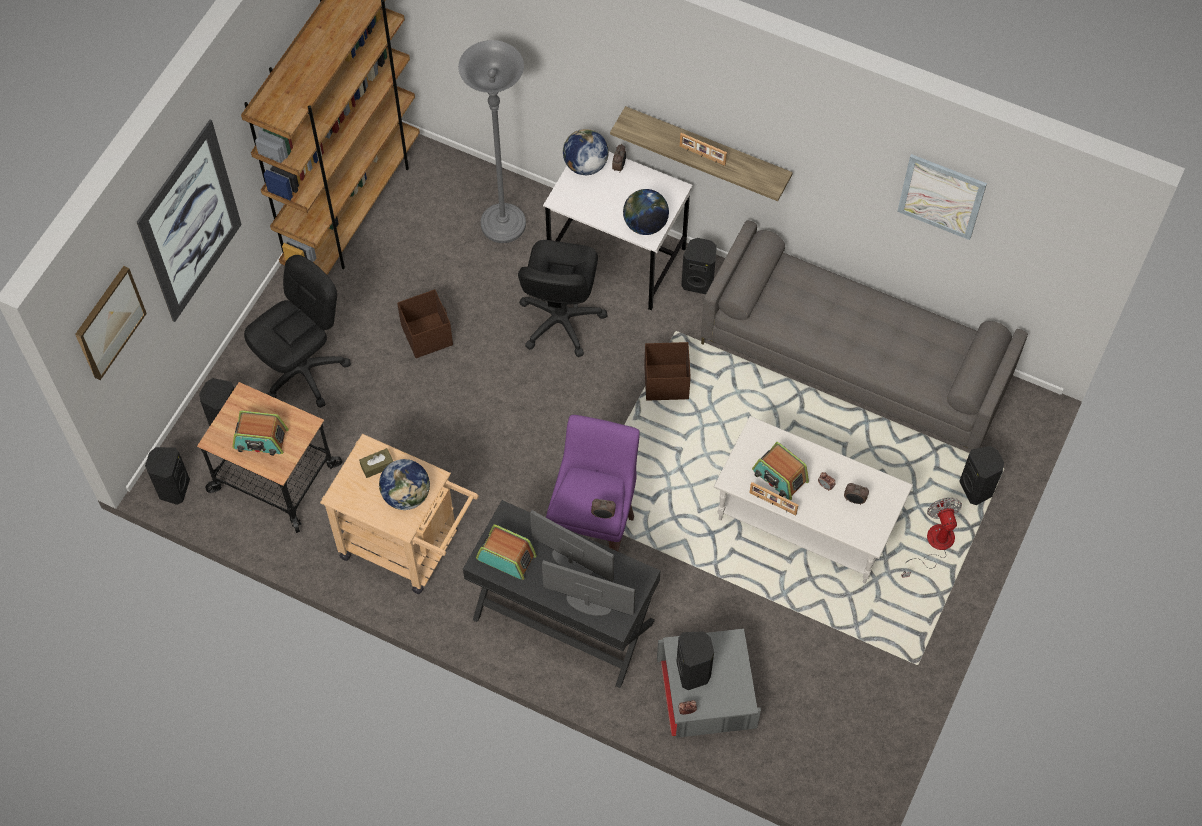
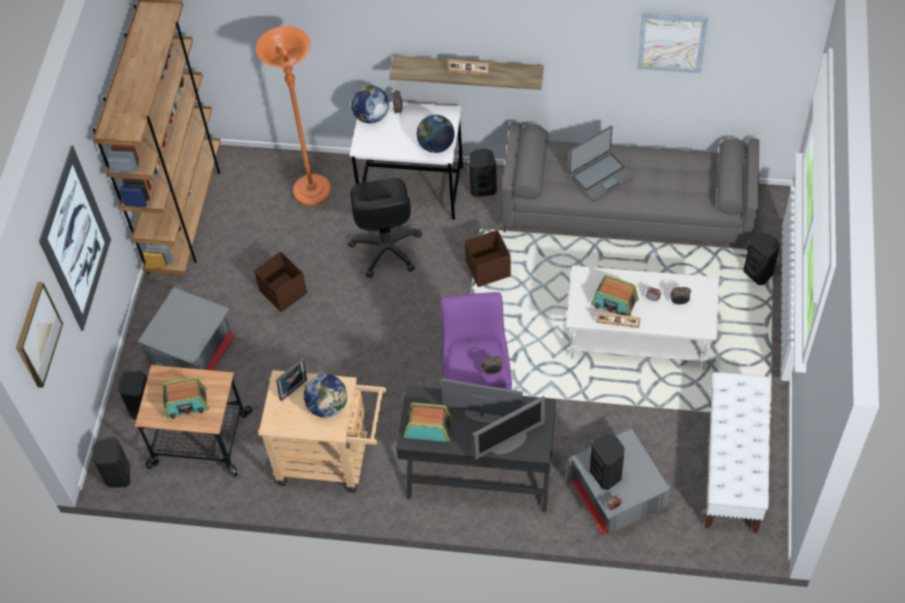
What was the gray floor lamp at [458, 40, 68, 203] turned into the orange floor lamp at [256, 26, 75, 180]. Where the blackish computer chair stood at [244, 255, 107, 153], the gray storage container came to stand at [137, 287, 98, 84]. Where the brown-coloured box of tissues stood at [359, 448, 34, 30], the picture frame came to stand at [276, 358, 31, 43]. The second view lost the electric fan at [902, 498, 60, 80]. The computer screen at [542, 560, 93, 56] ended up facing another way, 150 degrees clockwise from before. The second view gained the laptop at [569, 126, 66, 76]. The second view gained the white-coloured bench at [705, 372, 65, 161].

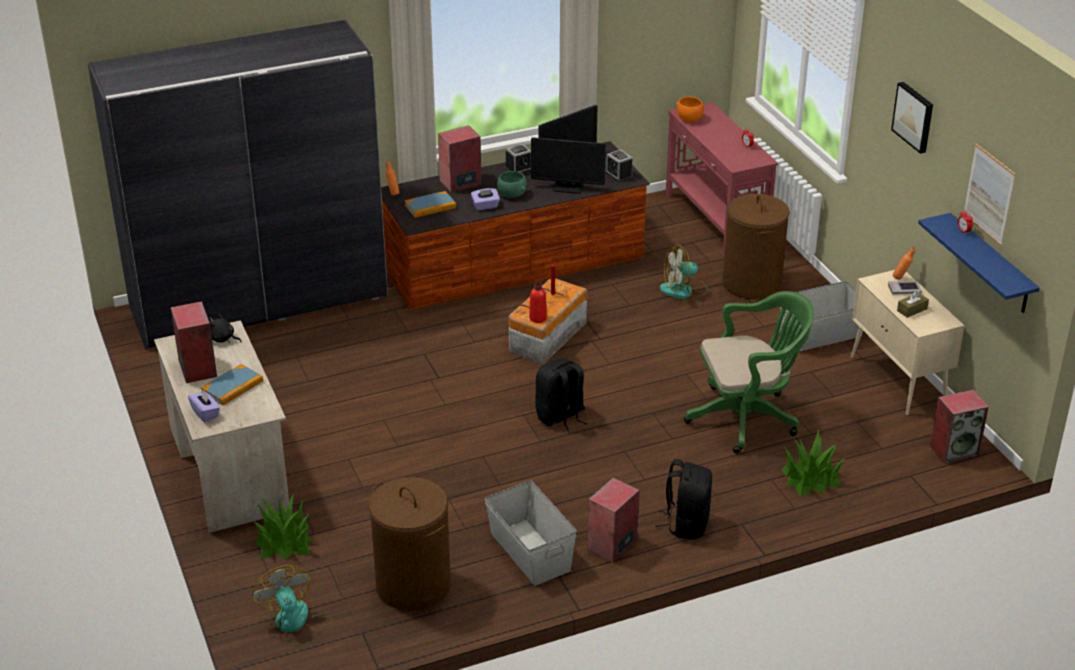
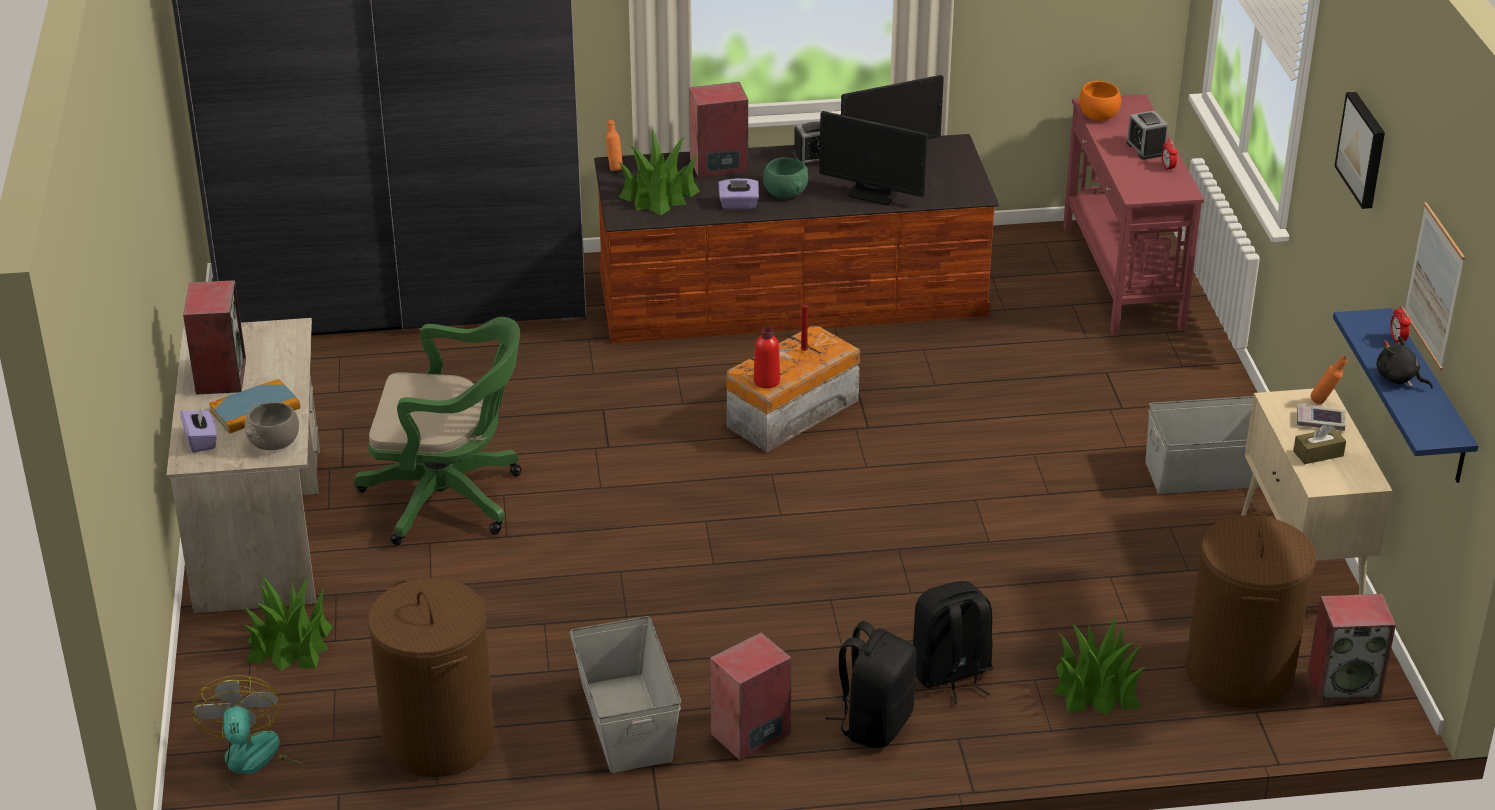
The bedside clock ended up elsewhere, having gone from [605, 149, 28, 33] to [1126, 111, 42, 49]. Where the bound book stood at [405, 191, 51, 27], the plant in a pot came to stand at [619, 128, 81, 87]. The brown-coloured hamper ended up elsewhere, having gone from [722, 193, 68, 106] to [1185, 512, 131, 196]. The second view lost the electric fan at [660, 245, 48, 54]. The green computer chair ended up elsewhere, having gone from [684, 291, 130, 163] to [354, 317, 168, 228]. The blackish plush toy ended up elsewhere, having gone from [209, 313, 33, 30] to [1376, 336, 57, 53]. The blackish rucksack ended up elsewhere, having gone from [535, 358, 52, 75] to [913, 581, 80, 123]. The second view gained the gray serving bowl at [245, 402, 54, 48].

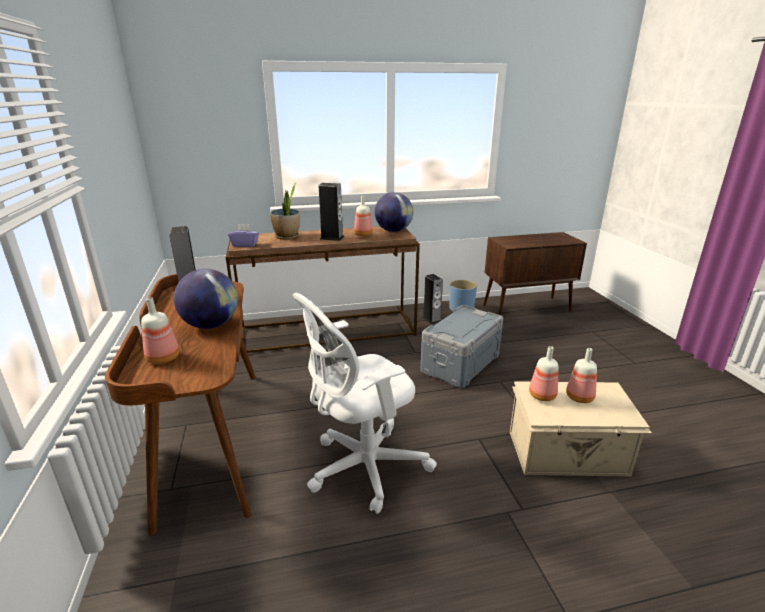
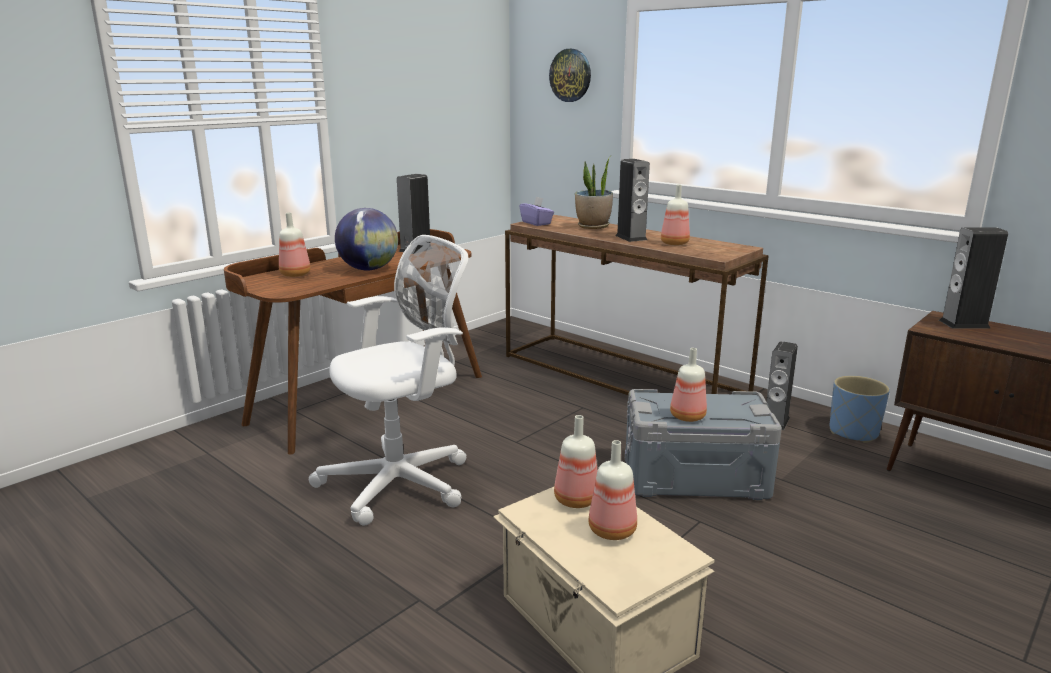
The second view lost the globe at [375, 192, 38, 40]. The white-coloured computer chair at [292, 293, 145, 221] ended up facing another way, 120 degrees clockwise from before. The second view gained the hanging clock at [549, 49, 42, 53]. The second view gained the audio speaker at [939, 227, 69, 102]. The second view gained the bottle at [670, 348, 37, 74].

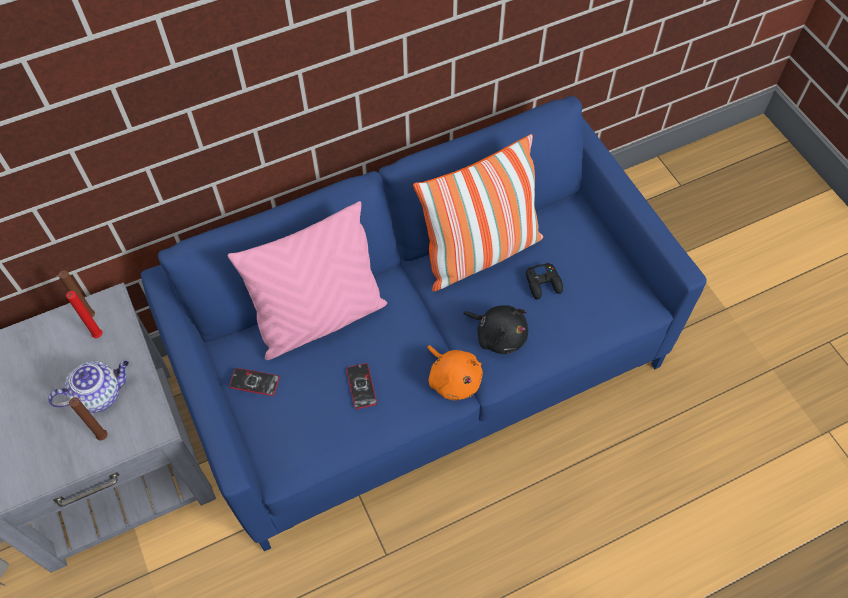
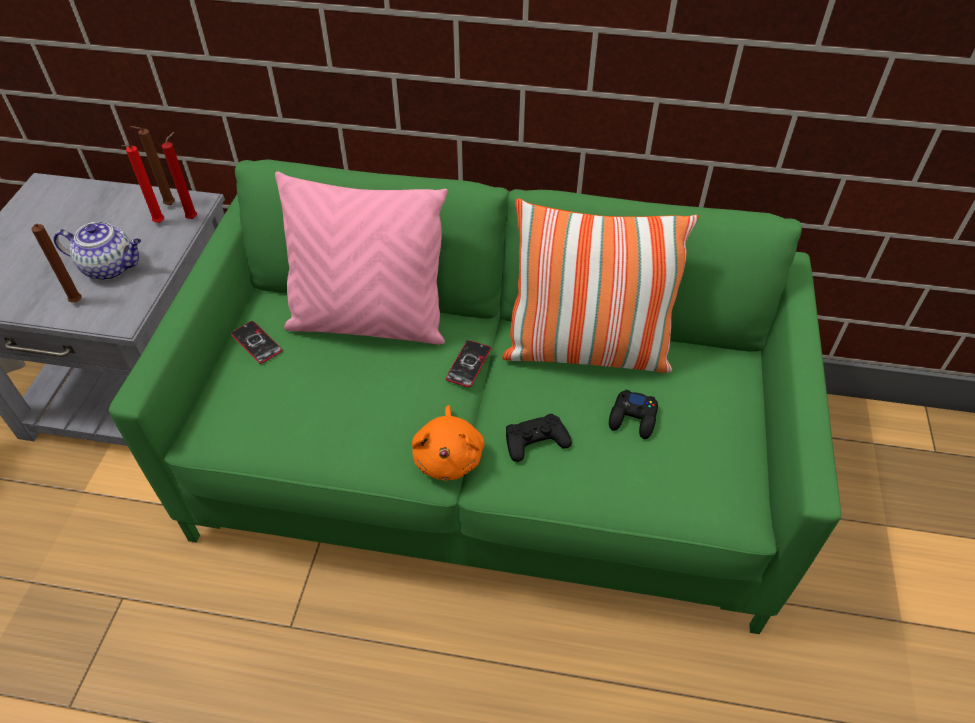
What was the blue settee at [141, 96, 566, 455] turned into the green settee at [109, 159, 732, 475]. Where the blackish plush toy stood at [463, 305, 65, 49], the blackish gamepad came to stand at [506, 414, 66, 48]. The phone ended up elsewhere, having gone from [346, 363, 31, 46] to [446, 340, 45, 47]. The second view gained the red-coloured wax light at [162, 132, 35, 87].

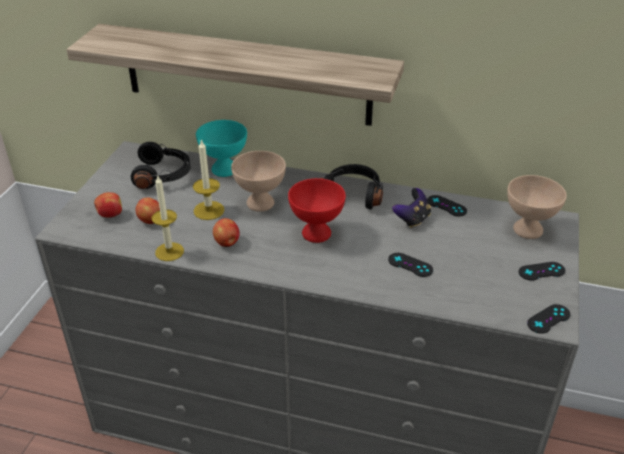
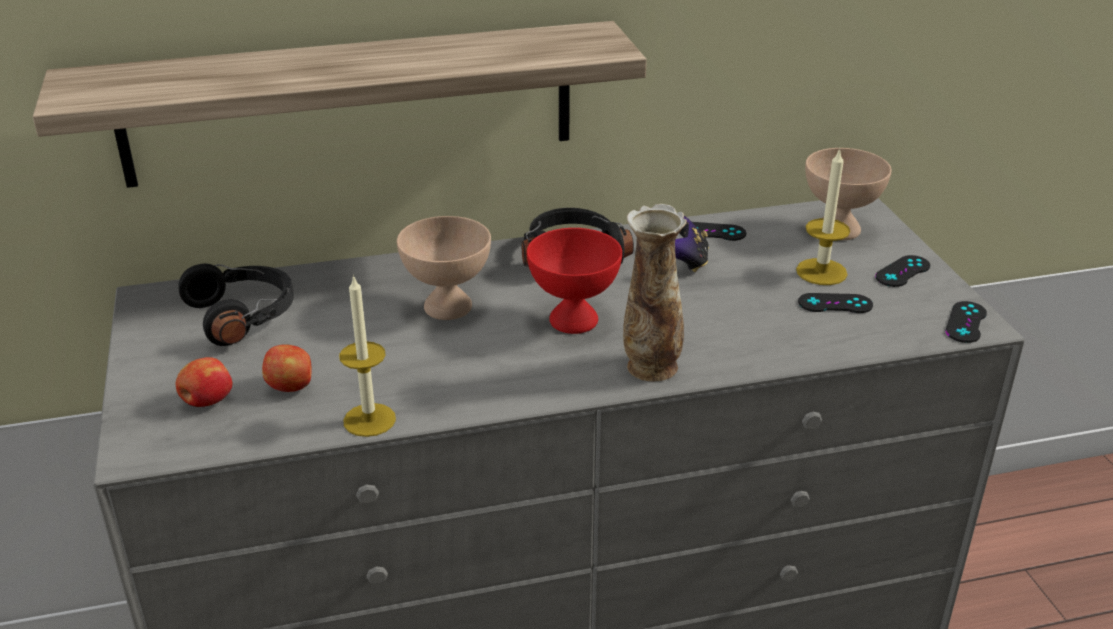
The second view lost the blue-green serving bowl at [196, 120, 51, 57]. The wax light ended up elsewhere, having gone from [193, 139, 32, 81] to [796, 148, 54, 137]. The second view lost the apple at [213, 218, 27, 29]. The blackish gamepad ended up elsewhere, having gone from [388, 253, 45, 24] to [798, 293, 75, 20]. The second view gained the vase at [623, 204, 64, 178].

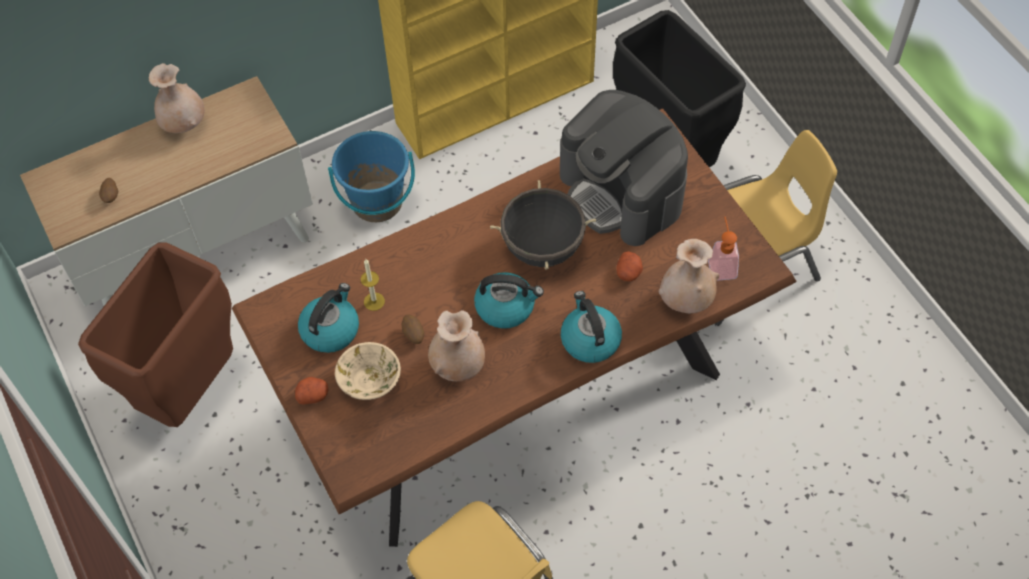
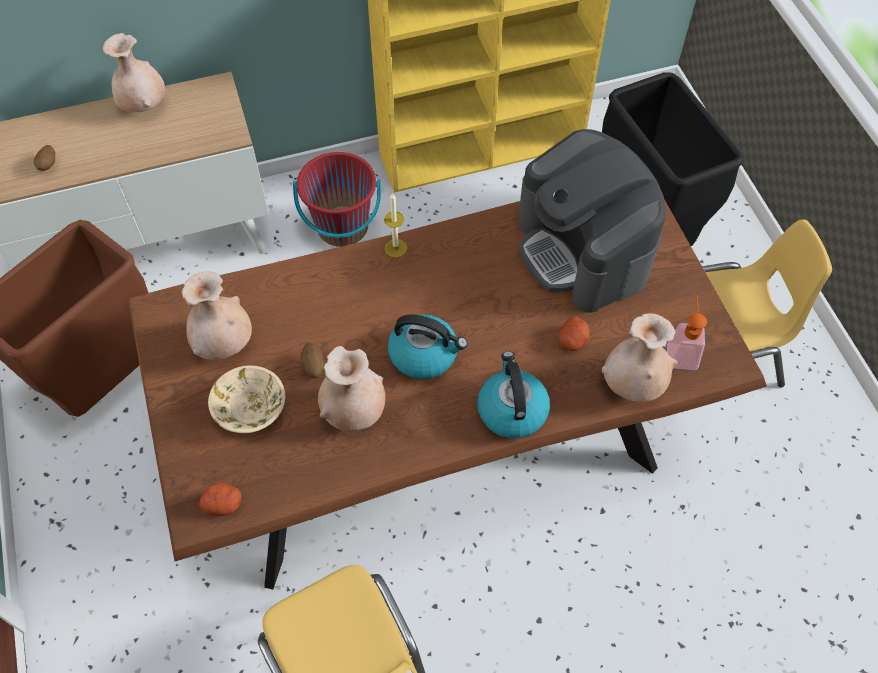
What was the blue bucket at [328, 131, 87, 91] turned into the red-coloured bucket at [293, 152, 88, 95]. The second view lost the blackish cooking pot at [490, 180, 106, 90]. The wax light ended up elsewhere, having gone from [361, 259, 24, 52] to [384, 193, 23, 65]. Where the tea kettle stood at [298, 283, 61, 70], the beige vase came to stand at [182, 271, 70, 89]. The potato ended up elsewhere, having gone from [295, 377, 33, 28] to [199, 482, 42, 34].

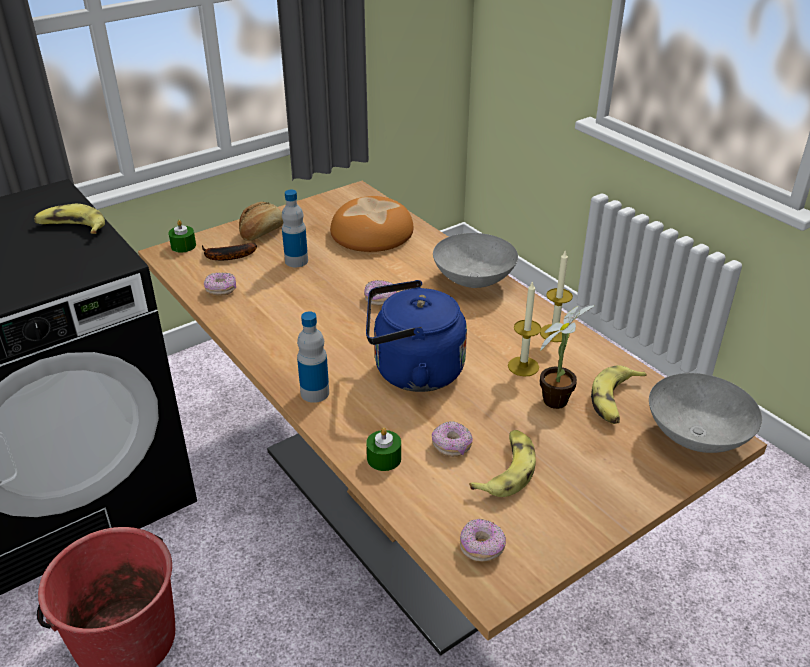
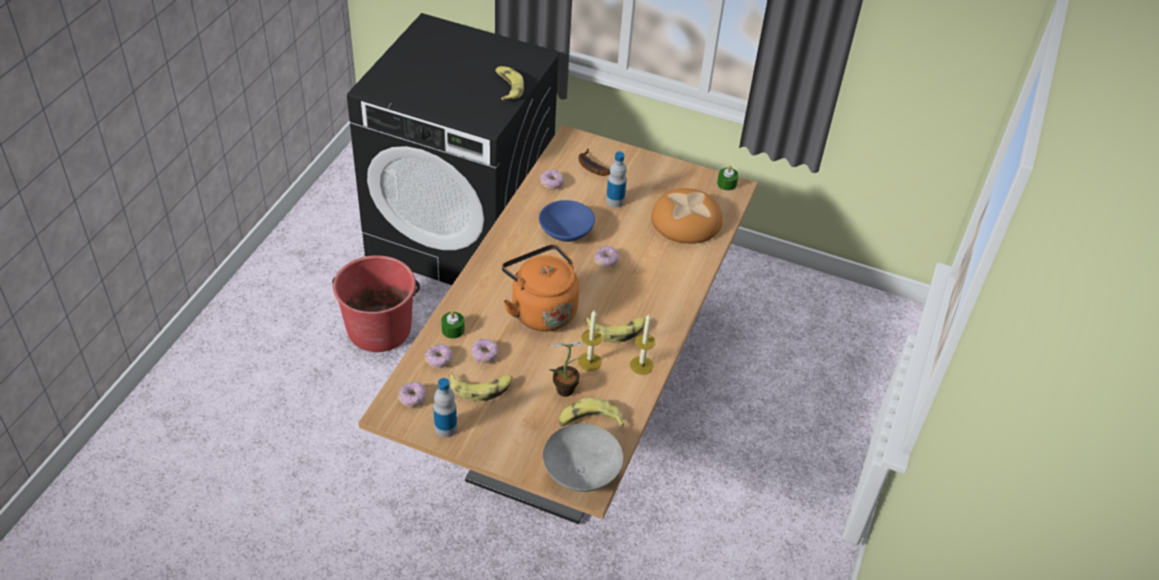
The second view lost the baked bread at [239, 202, 44, 39]. The green wax light ended up elsewhere, having gone from [168, 220, 28, 33] to [717, 166, 22, 25]. The second view lost the gray serving bowl at [433, 233, 85, 55]. What was the blue tea kettle at [366, 280, 101, 112] turned into the orange tea kettle at [502, 244, 77, 87]. The bottle ended up elsewhere, having gone from [297, 311, 32, 92] to [433, 378, 24, 60]. The second view gained the blue serving bowl at [539, 200, 56, 42]. The second view gained the banana fruit at [585, 317, 60, 25]. The second view gained the donut at [425, 344, 28, 24].

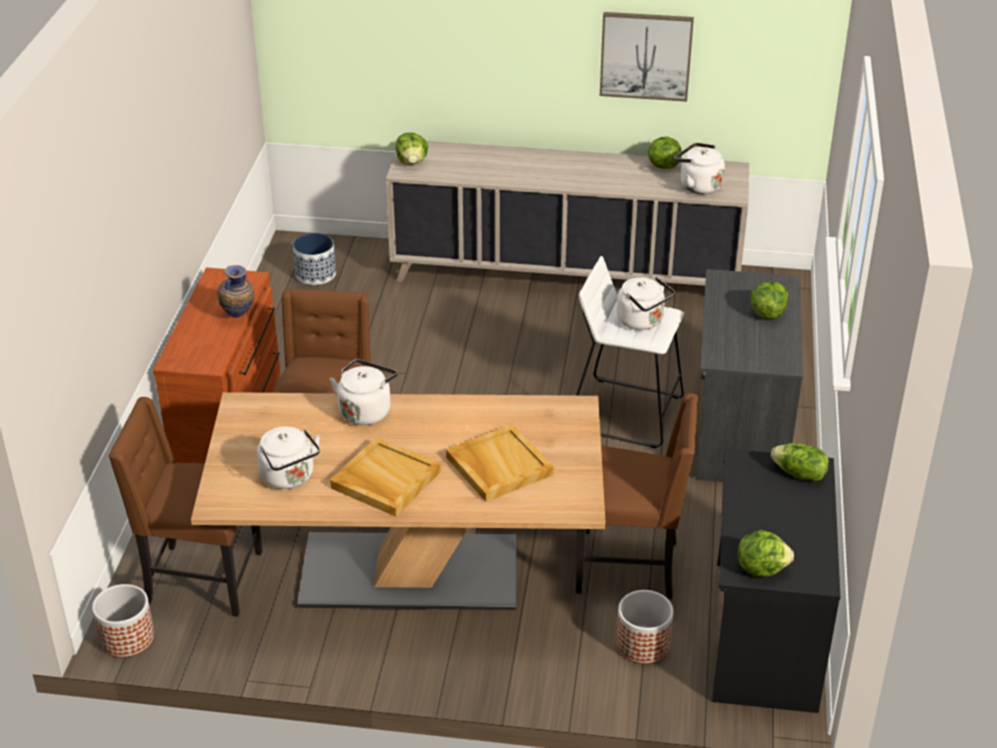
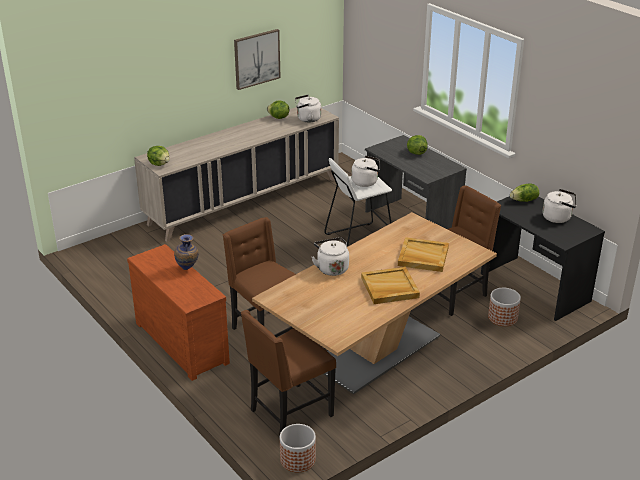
The second view lost the flower pot at [293, 233, 43, 52]. The white-coloured tea kettle ended up elsewhere, having gone from [257, 427, 63, 62] to [542, 189, 34, 34]. The second view lost the lettuce head at [738, 530, 56, 47].

